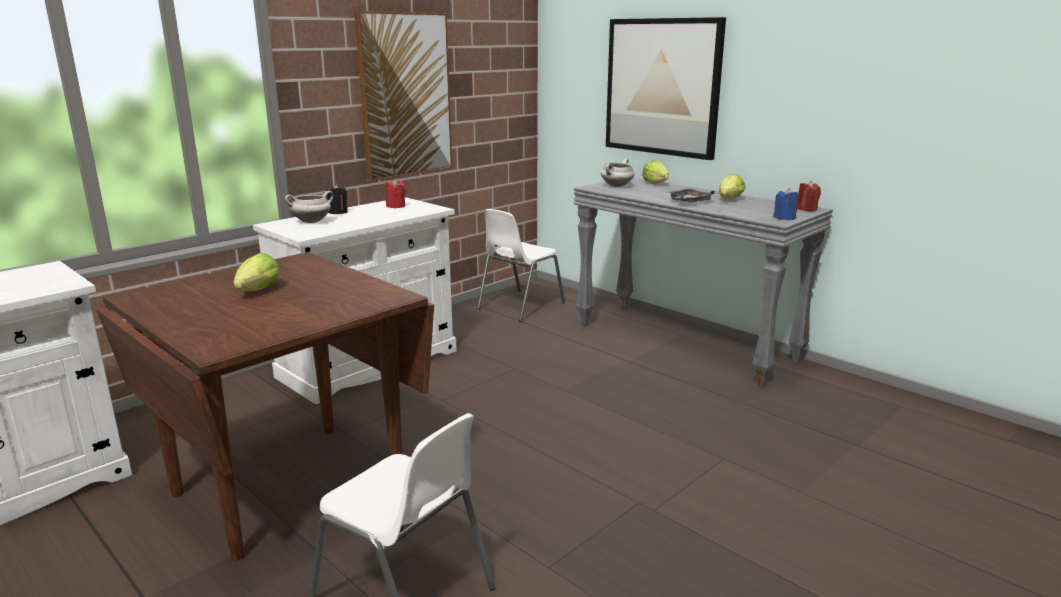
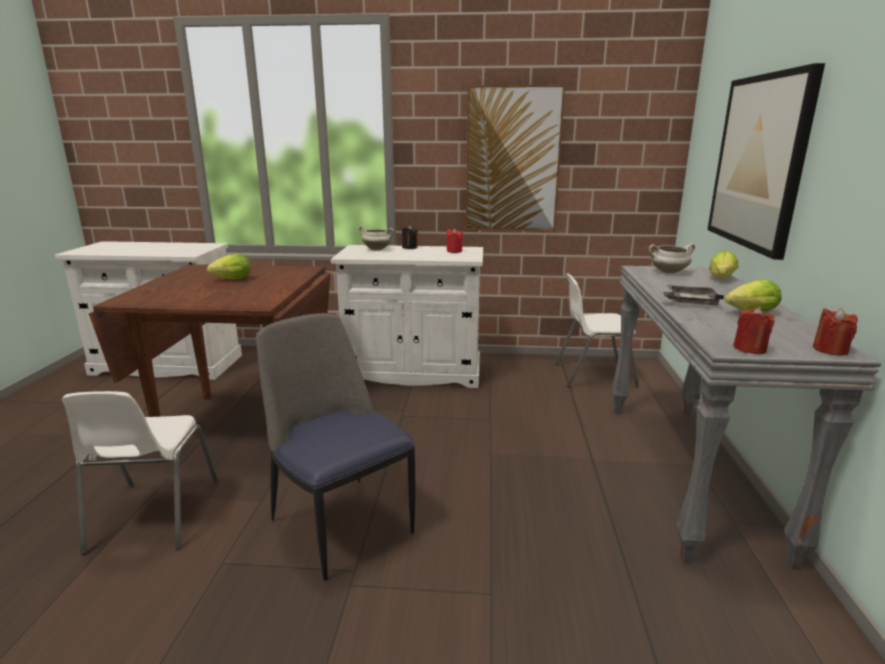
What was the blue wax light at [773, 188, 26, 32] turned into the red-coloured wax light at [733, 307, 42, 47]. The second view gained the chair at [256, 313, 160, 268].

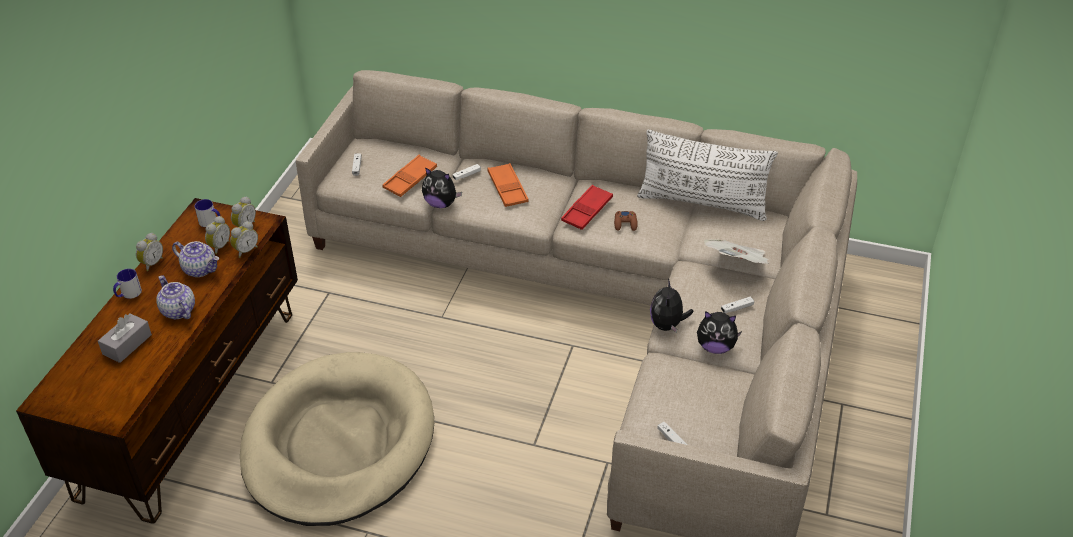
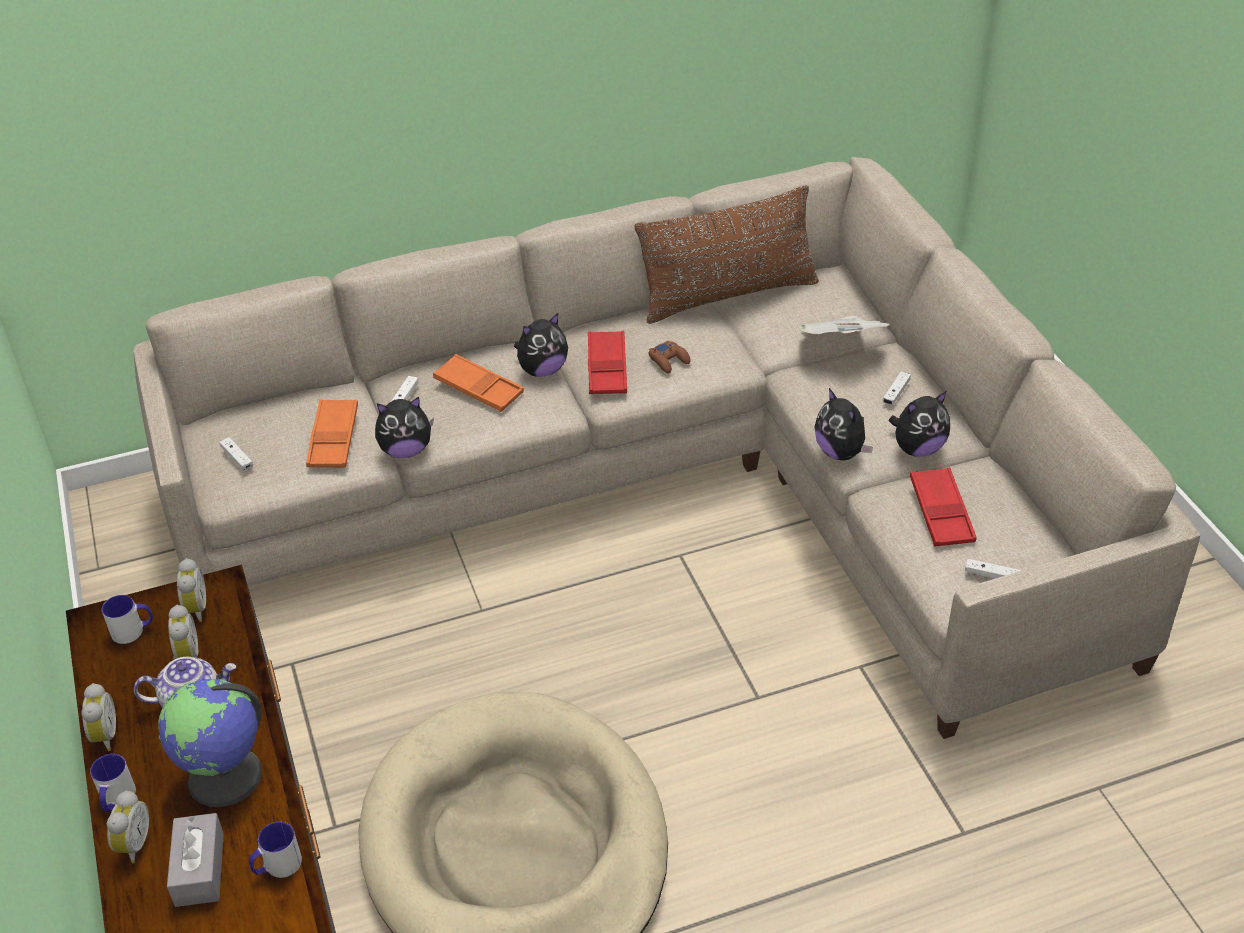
What was the white-coloured cushion at [637, 130, 141, 91] turned into the brown-coloured cushion at [635, 185, 184, 139]. The bedside clock ended up elsewhere, having gone from [230, 221, 28, 37] to [107, 791, 42, 73]. Where the teapot stood at [156, 275, 39, 44], the globe came to stand at [158, 679, 104, 128]. The second view gained the plush toy at [514, 313, 54, 64]. The second view gained the red-coloured carrying tray at [910, 467, 66, 80]. The second view gained the mug at [249, 822, 53, 56].

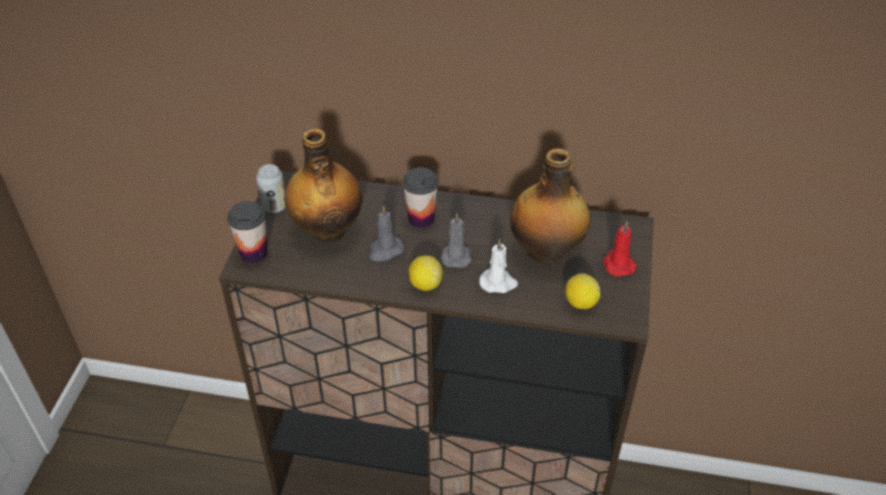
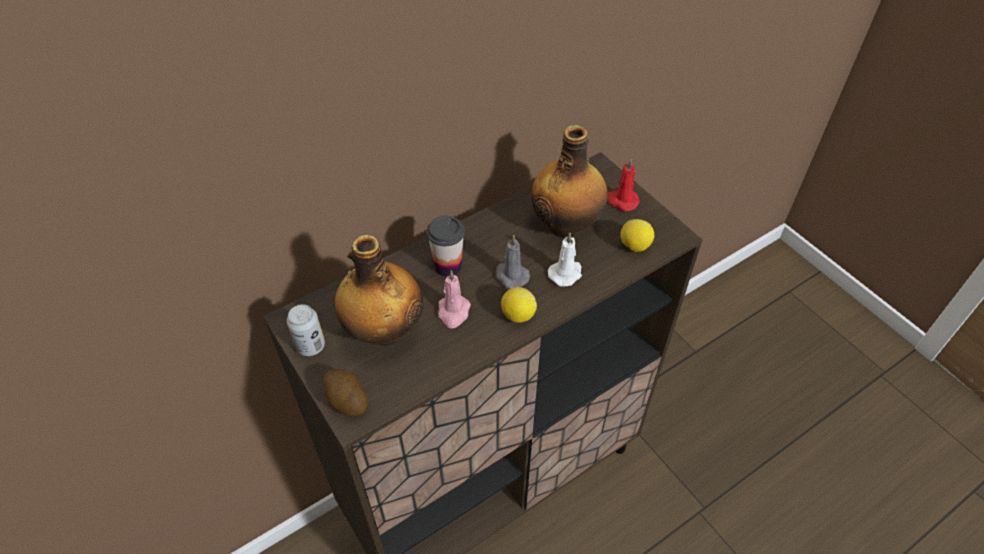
Where the drinking cup stood at [227, 201, 41, 63], the potato came to stand at [323, 369, 45, 48]. What was the gray wax light at [369, 206, 35, 55] turned into the pink-coloured wax light at [438, 270, 33, 59].

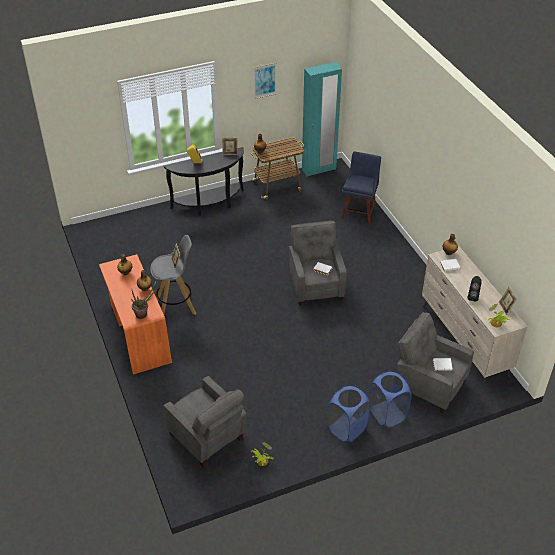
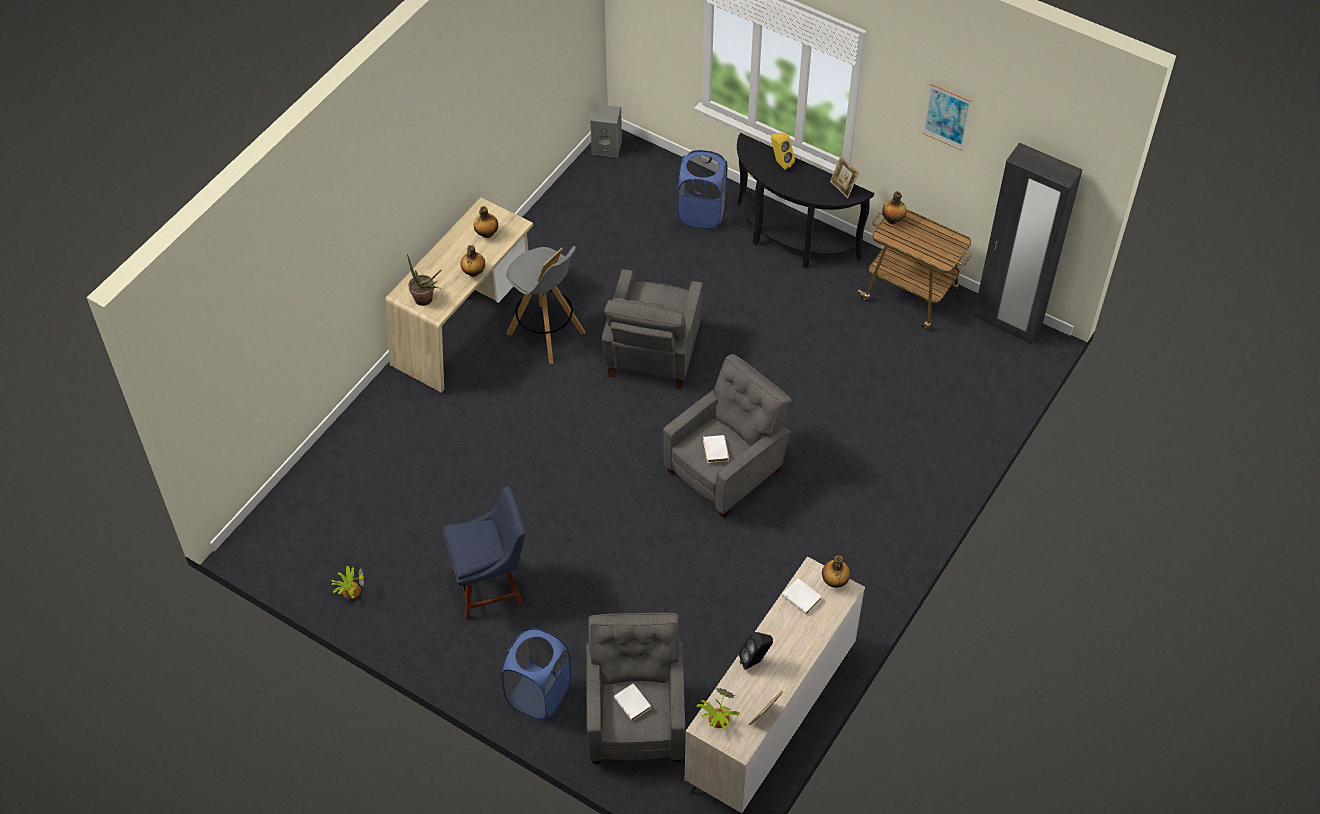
What was the blue-green wardrobe at [302, 62, 40, 115] turned into the blackish wardrobe at [973, 143, 109, 201]. The blue chair ended up elsewhere, having gone from [341, 152, 40, 73] to [443, 486, 82, 134]. What was the orange desk at [99, 254, 73, 121] turned into the beige desk at [385, 197, 148, 196]. The gray easy chair ended up elsewhere, having gone from [163, 376, 84, 92] to [602, 269, 101, 121]. The blue hamper ended up elsewhere, having gone from [327, 385, 44, 57] to [677, 150, 50, 79]. The second view gained the gray audio speaker at [590, 104, 32, 53].

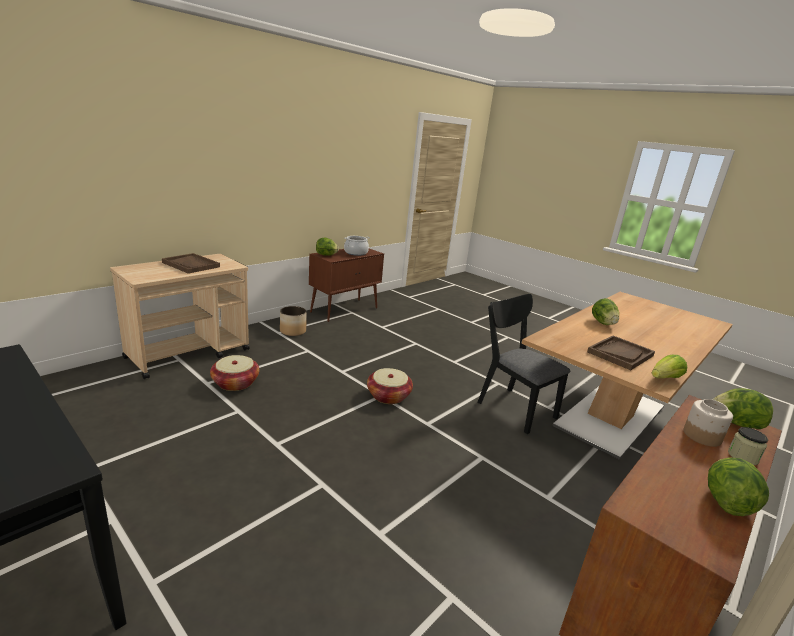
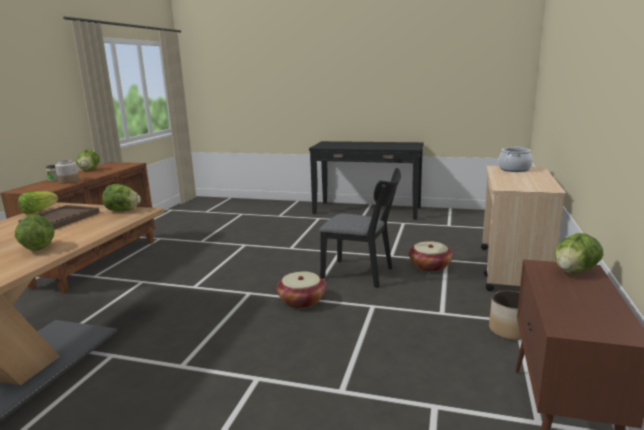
The cooking pot ended up elsewhere, having gone from [344, 236, 26, 20] to [498, 146, 35, 26]. The second view lost the brown-coloured carrying tray at [162, 253, 58, 21]. The blackish chair ended up elsewhere, having gone from [477, 294, 93, 140] to [319, 168, 82, 120]. The lettuce head ended up elsewhere, having gone from [712, 388, 61, 41] to [102, 184, 39, 27].

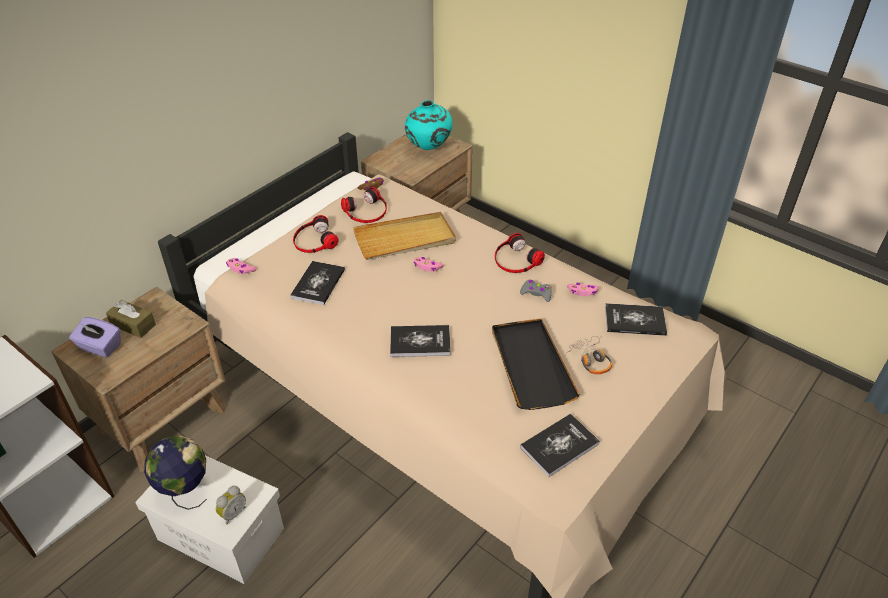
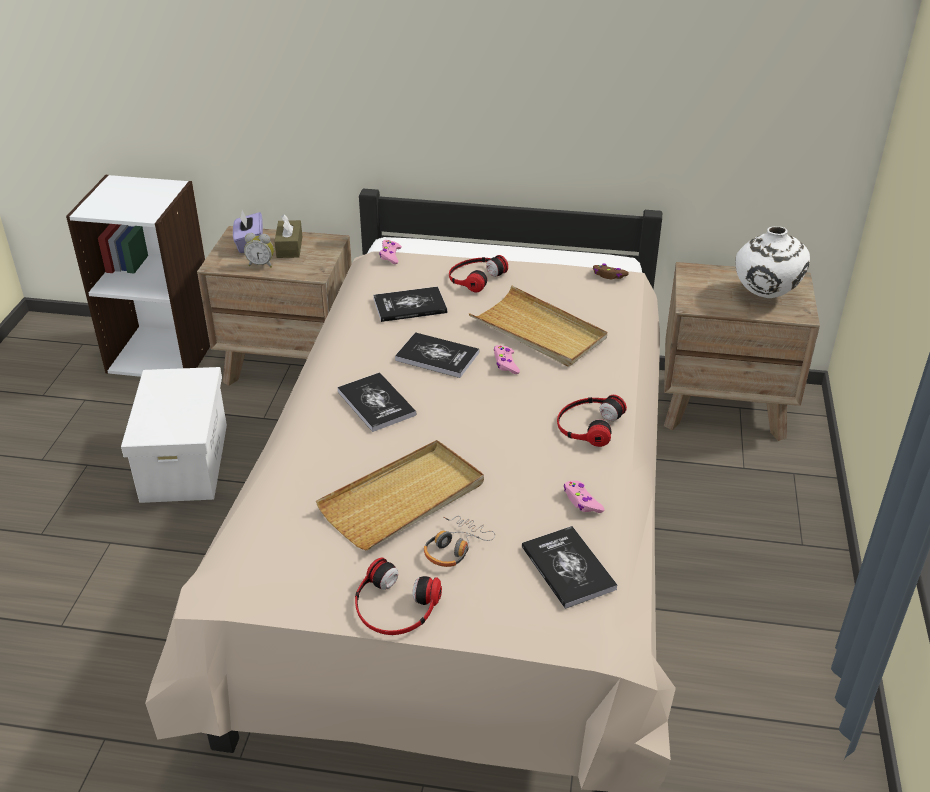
What was the blue-green vase at [405, 100, 48, 50] turned into the white-coloured vase at [735, 227, 75, 71]. The pair of headphones ended up elsewhere, having gone from [341, 187, 46, 36] to [355, 558, 87, 77]. The second view lost the gray gamepad at [520, 279, 32, 23]. What was the blackish carrying tray at [492, 318, 88, 92] turned into the beige carrying tray at [316, 440, 168, 111]. The bound book ended up elsewhere, having gone from [520, 414, 80, 63] to [395, 332, 84, 46]. The second view lost the globe at [144, 436, 63, 74]. The bedside clock ended up elsewhere, having gone from [216, 486, 30, 39] to [244, 233, 30, 35].

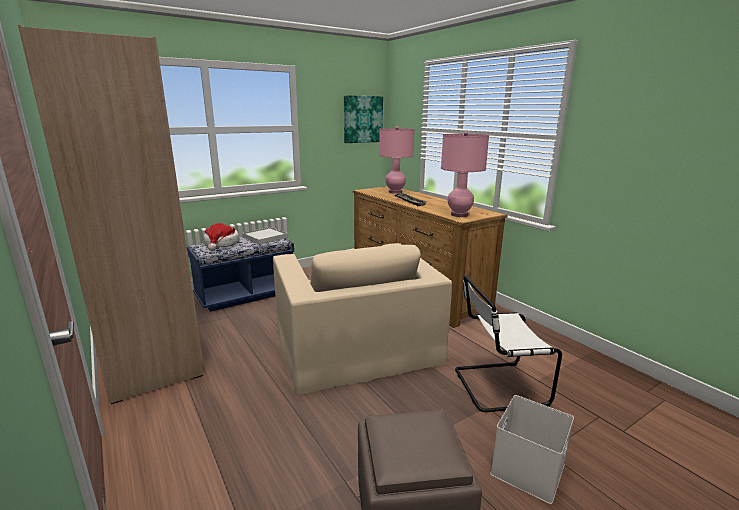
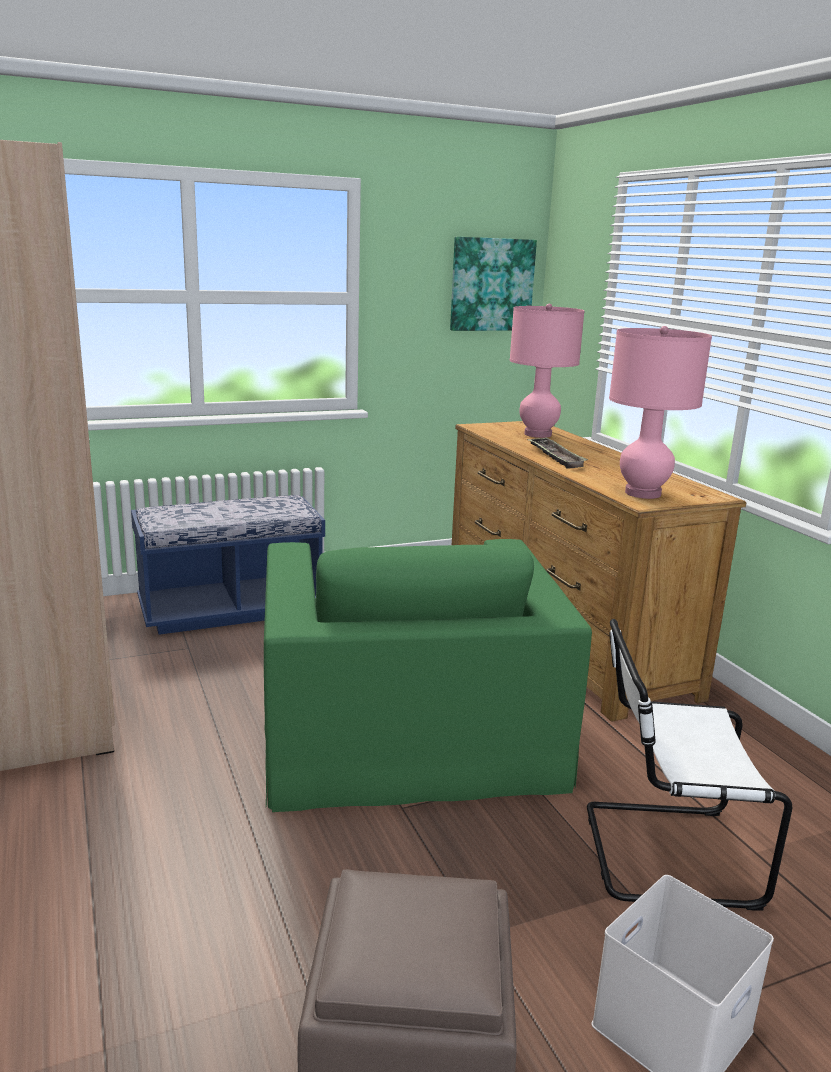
The second view lost the wearable hat at [204, 223, 35, 28]. The second view lost the white-coloured carrying tray at [242, 227, 46, 18]. What was the beige easy chair at [273, 243, 179, 152] turned into the green easy chair at [264, 539, 328, 273].

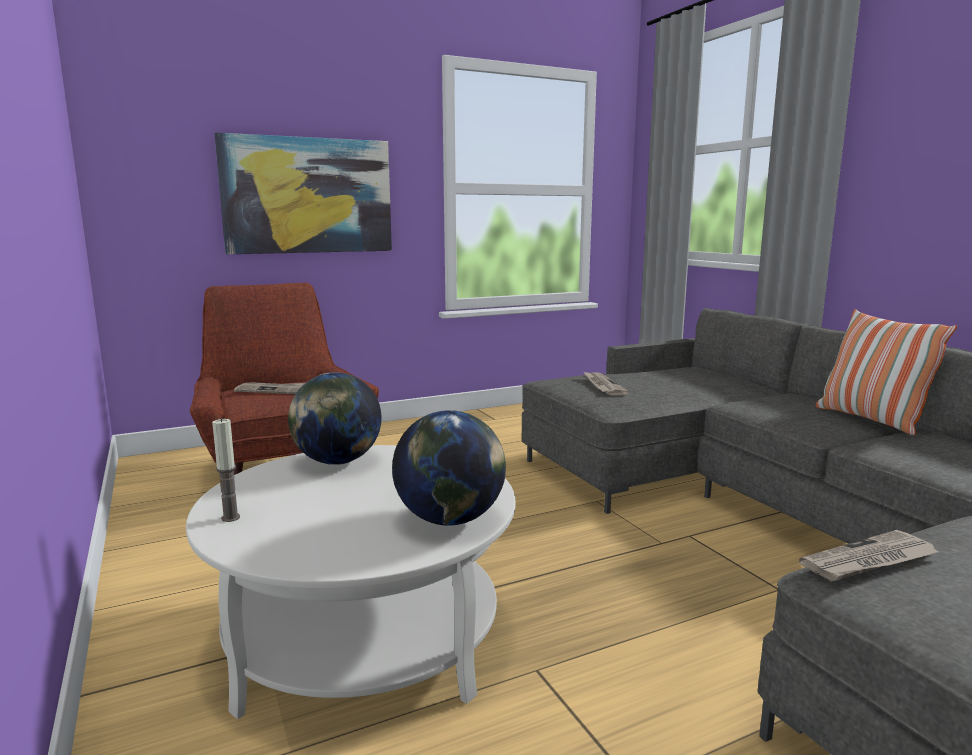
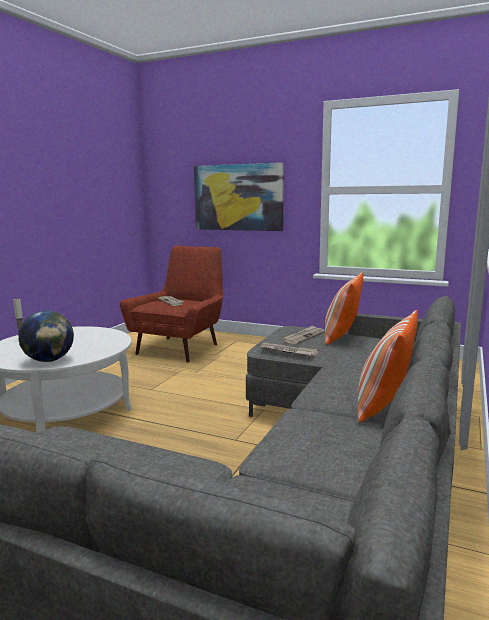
The second view lost the globe at [288, 372, 94, 93]. The printed paper ended up elsewhere, having gone from [799, 530, 140, 51] to [261, 343, 58, 13]. The second view gained the cushion at [325, 272, 38, 73].

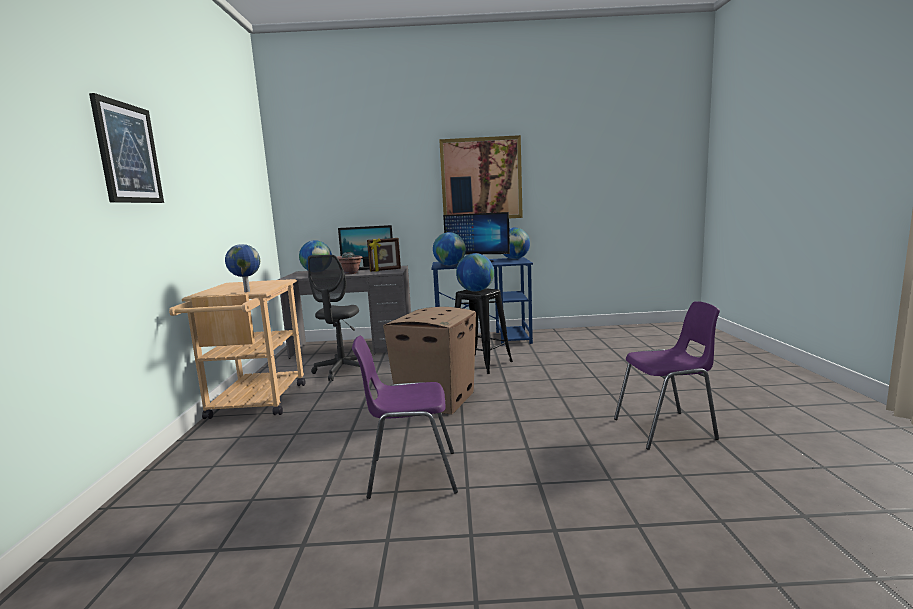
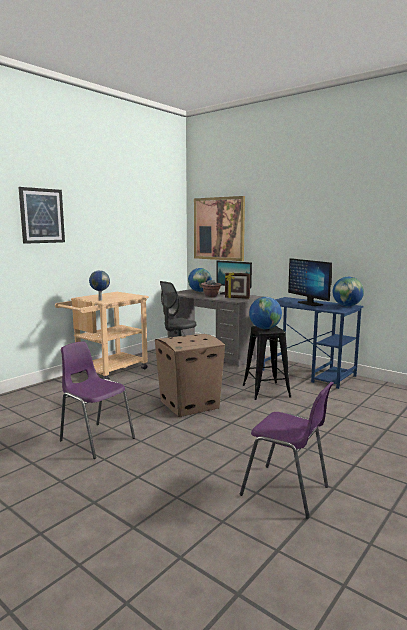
The wall art ended up elsewhere, having gone from [439, 135, 84, 83] to [194, 196, 51, 65]. The second view lost the globe at [433, 232, 33, 34].

